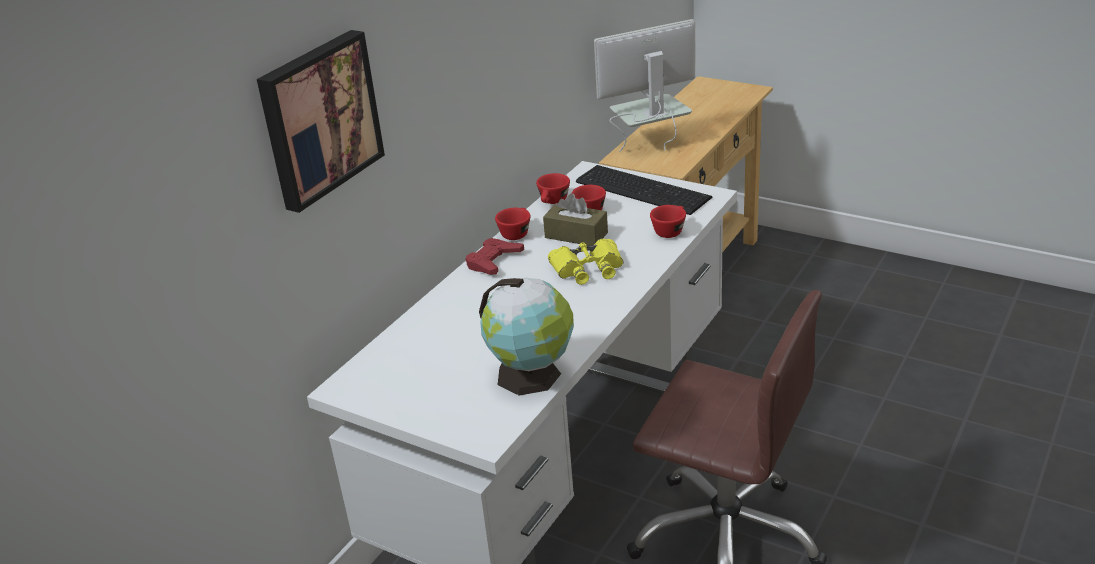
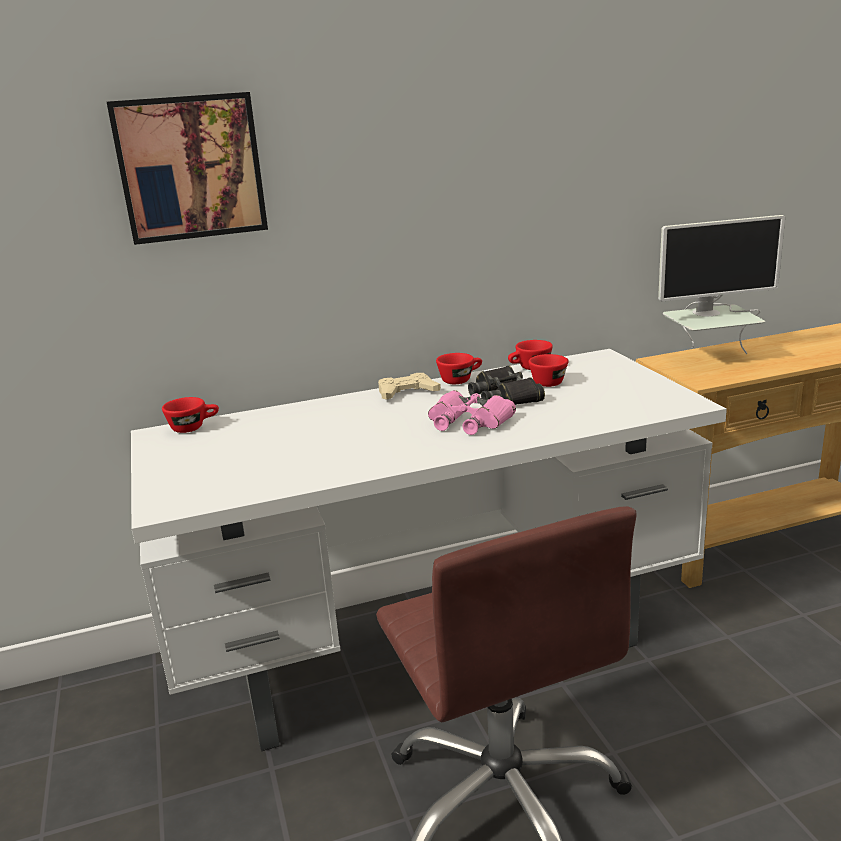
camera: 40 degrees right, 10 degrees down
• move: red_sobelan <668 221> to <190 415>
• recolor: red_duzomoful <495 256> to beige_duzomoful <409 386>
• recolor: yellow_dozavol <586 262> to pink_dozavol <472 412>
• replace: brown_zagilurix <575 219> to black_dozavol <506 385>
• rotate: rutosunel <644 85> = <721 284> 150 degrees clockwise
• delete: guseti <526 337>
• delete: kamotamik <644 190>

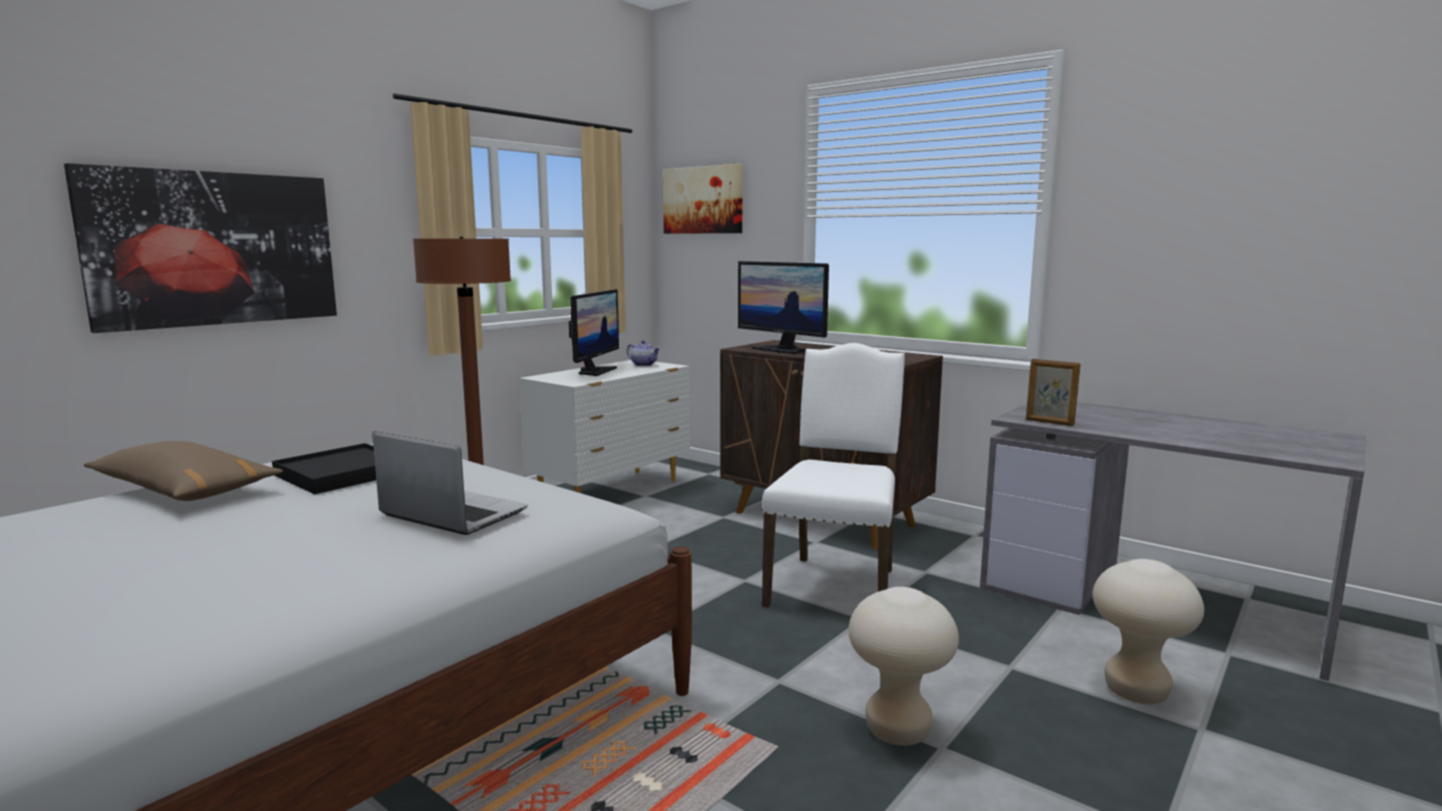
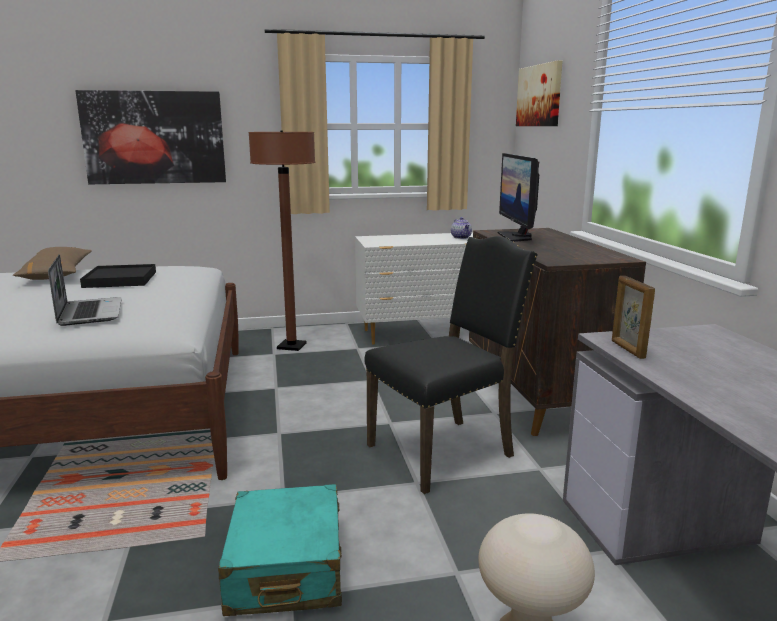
camera: 40 degrees right, 5 degrees up
• replace: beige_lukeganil <903 666> to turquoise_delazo <280 550>
• recolor: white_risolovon <833 475> to black_risolovon <451 365>
• delete: rutosunel <594 332>

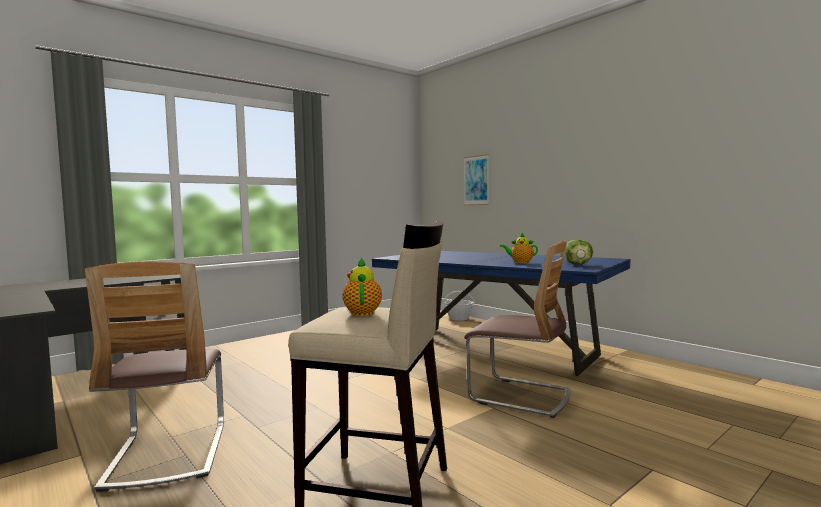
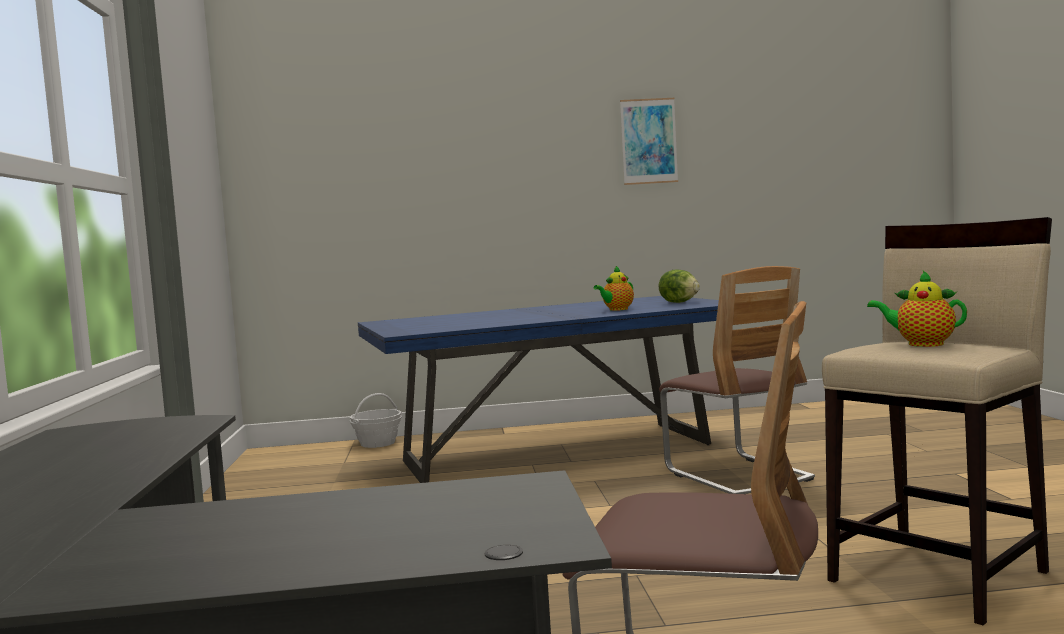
camera: 55 degrees left, 0 degrees up
• move: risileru <476 179> to <649 141>
• rotate: risolovon <517 329> = <737 380> 90 degrees clockwise

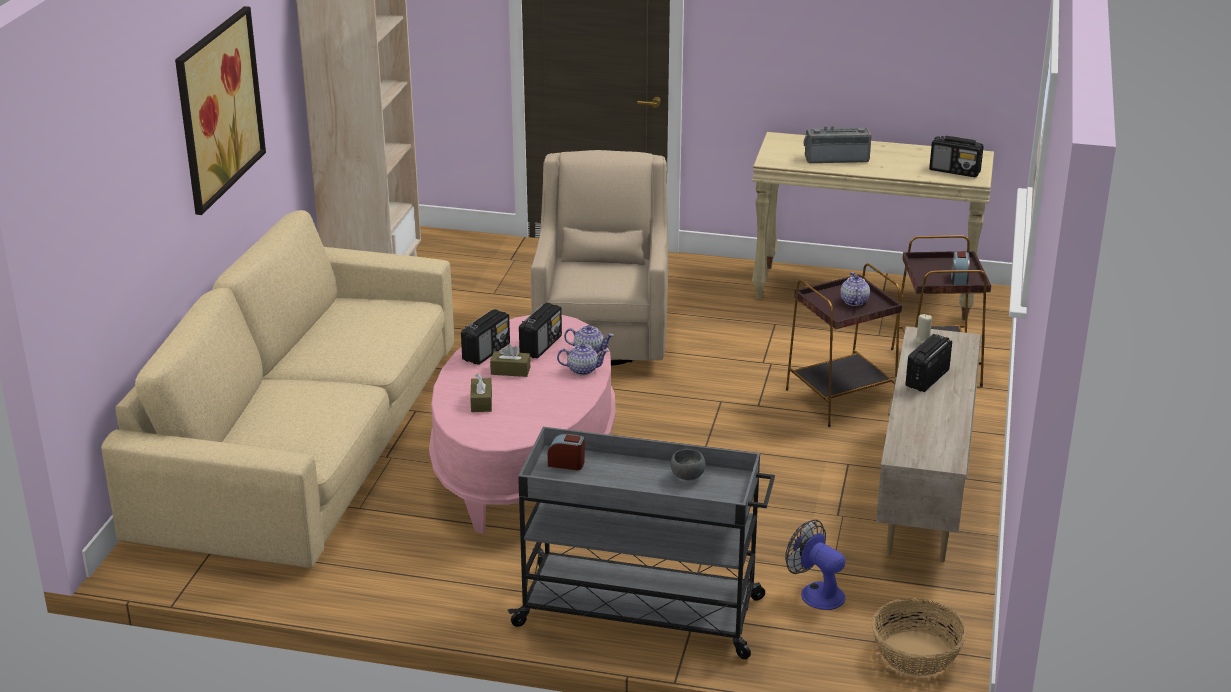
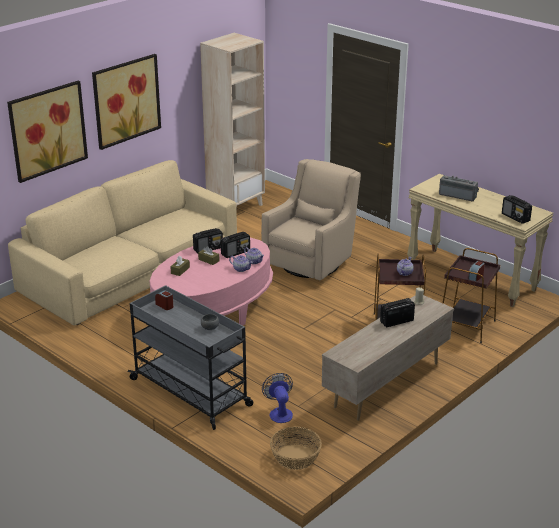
camera: 30 degrees right, 0 degrees up
• insert: risileru <47 132>

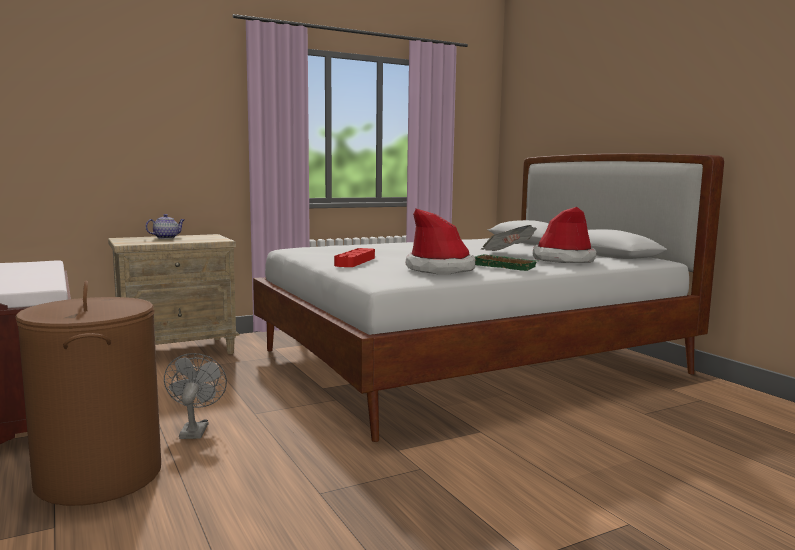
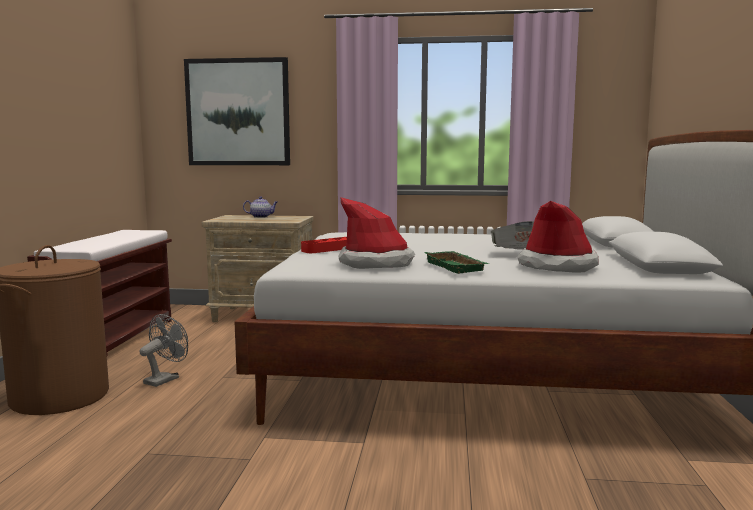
camera: 35 degrees right, 0 degrees up
• insert: risileru <237 111>

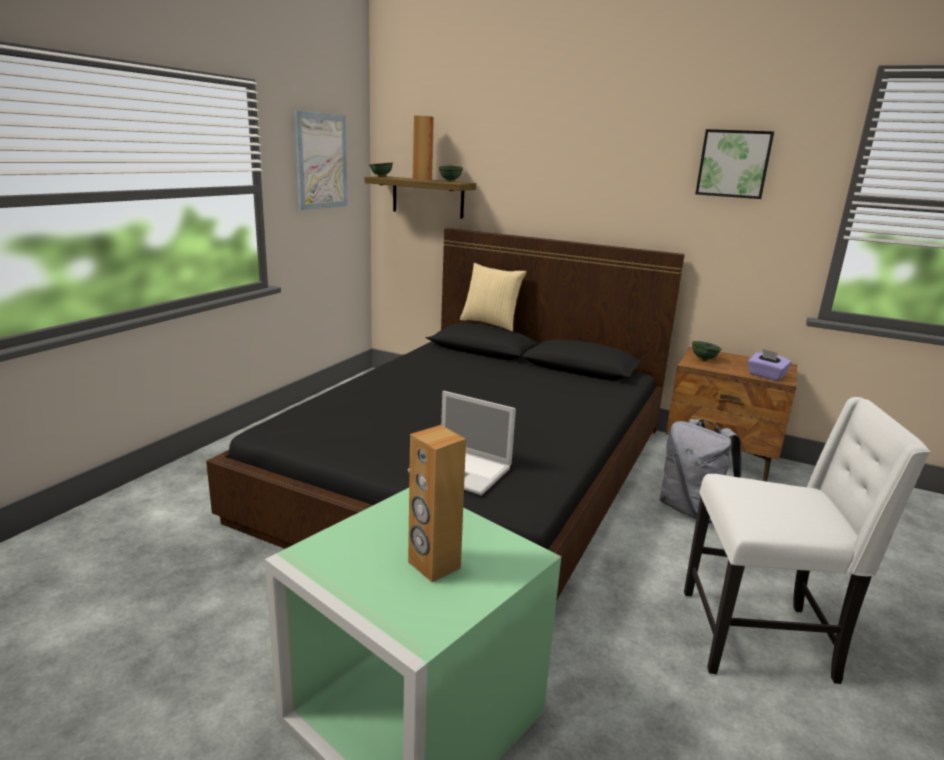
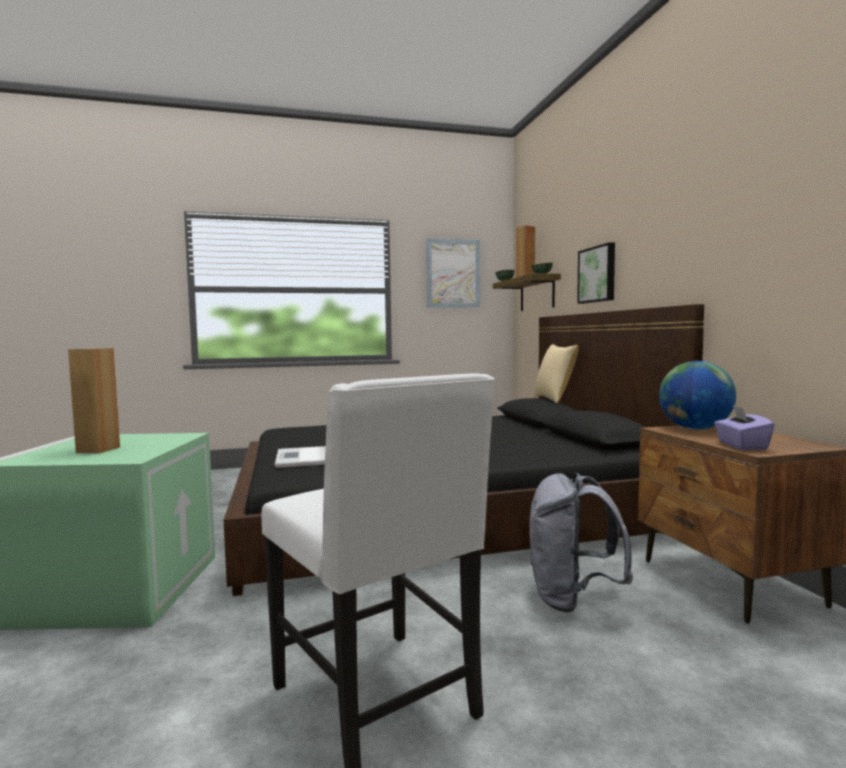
camera: 50 degrees right, 15 degrees down
• move: risileru <735 164> to <596 273>
• replace: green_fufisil <707 351> to guseti <697 395>

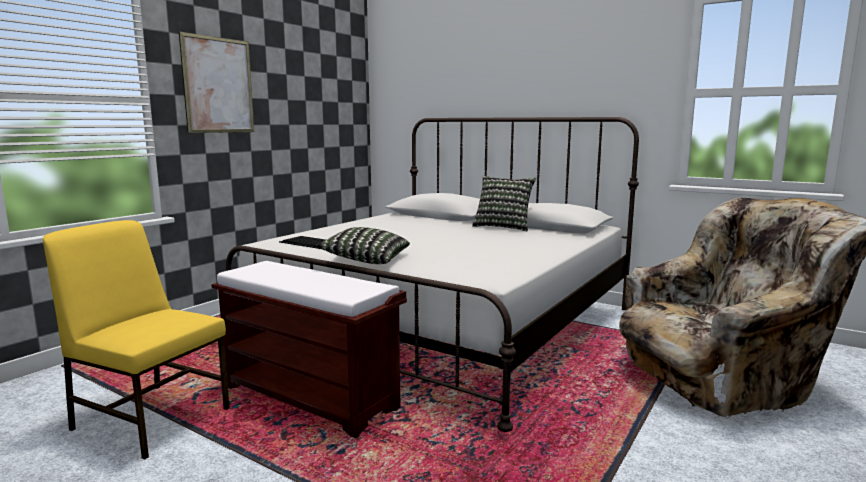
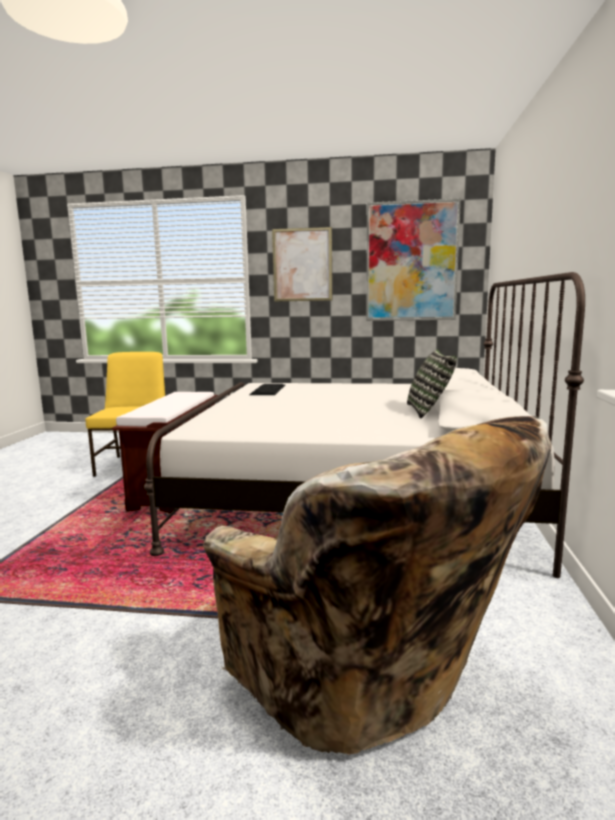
camera: 65 degrees right, 0 degrees up
• insert: risileru <413 259>
• delete: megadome <363 245>

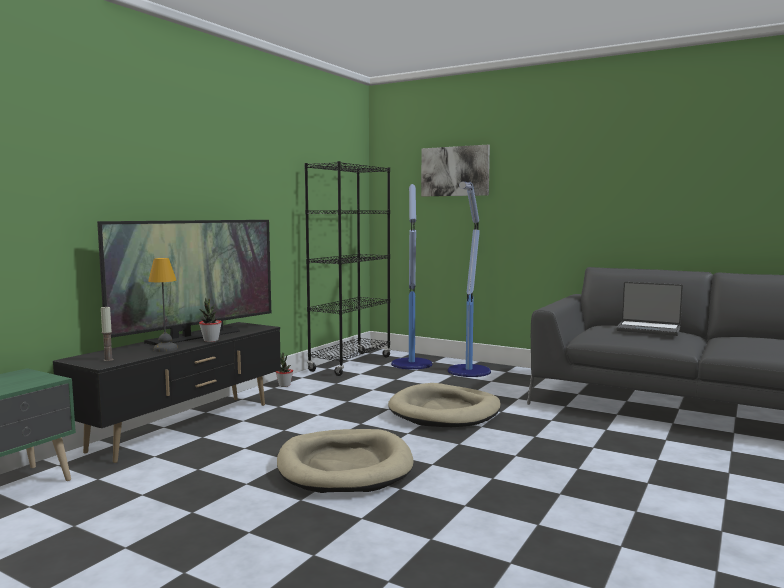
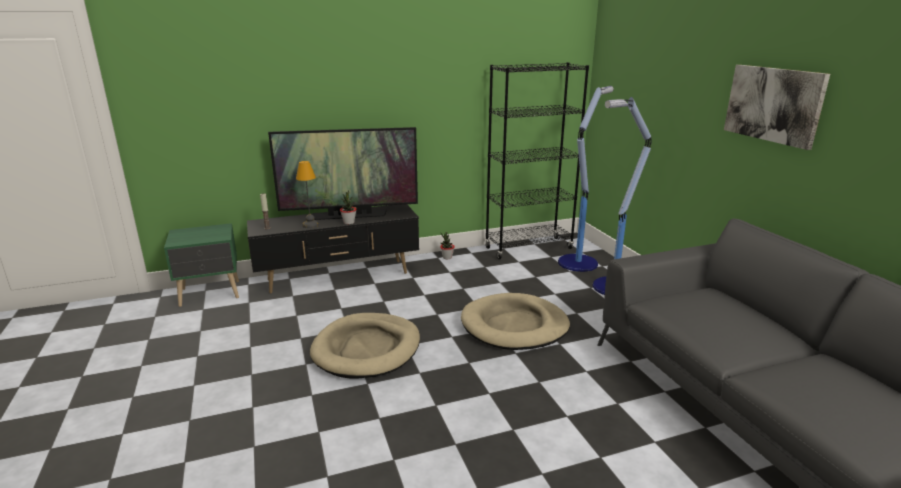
camera: 40 degrees right, 15 degrees up
• move: risileru <455 170> to <777 107>
• delete: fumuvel <649 309>

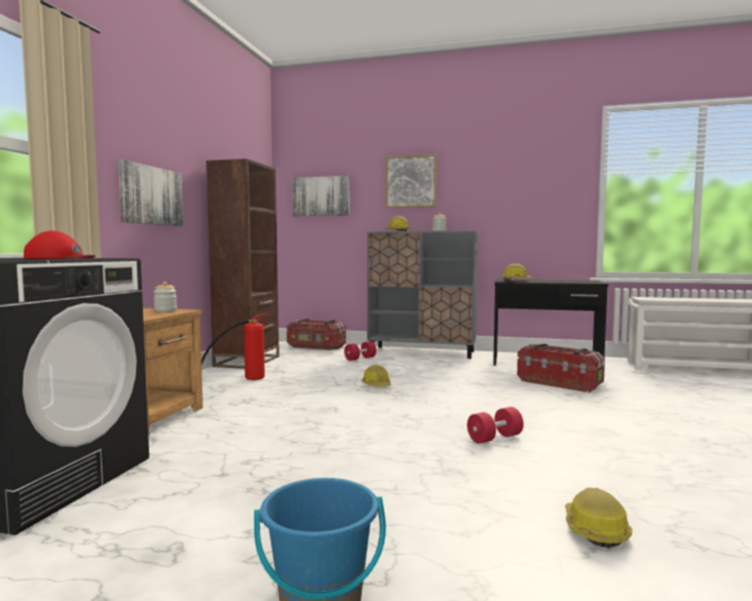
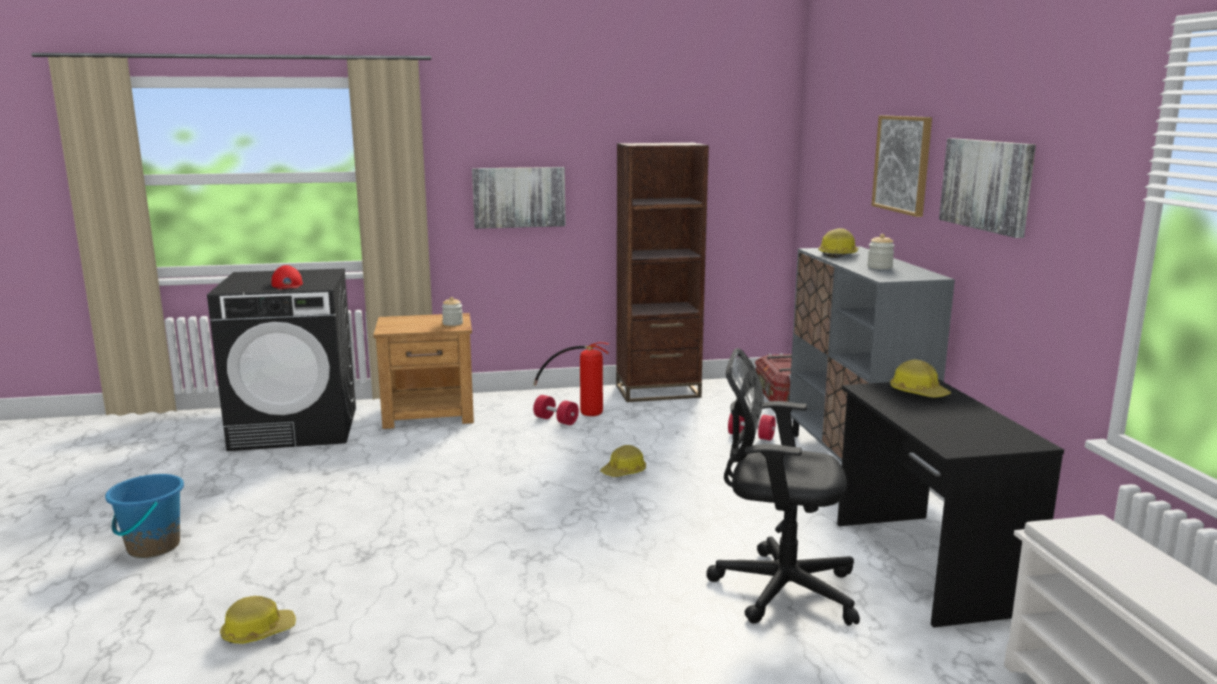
camera: 65 degrees right, 10 degrees up
• move: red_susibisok <495 425> to <556 410>
• replace: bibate <561 368> to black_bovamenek <783 487>
• move: risileru <321 196> to <987 188>

